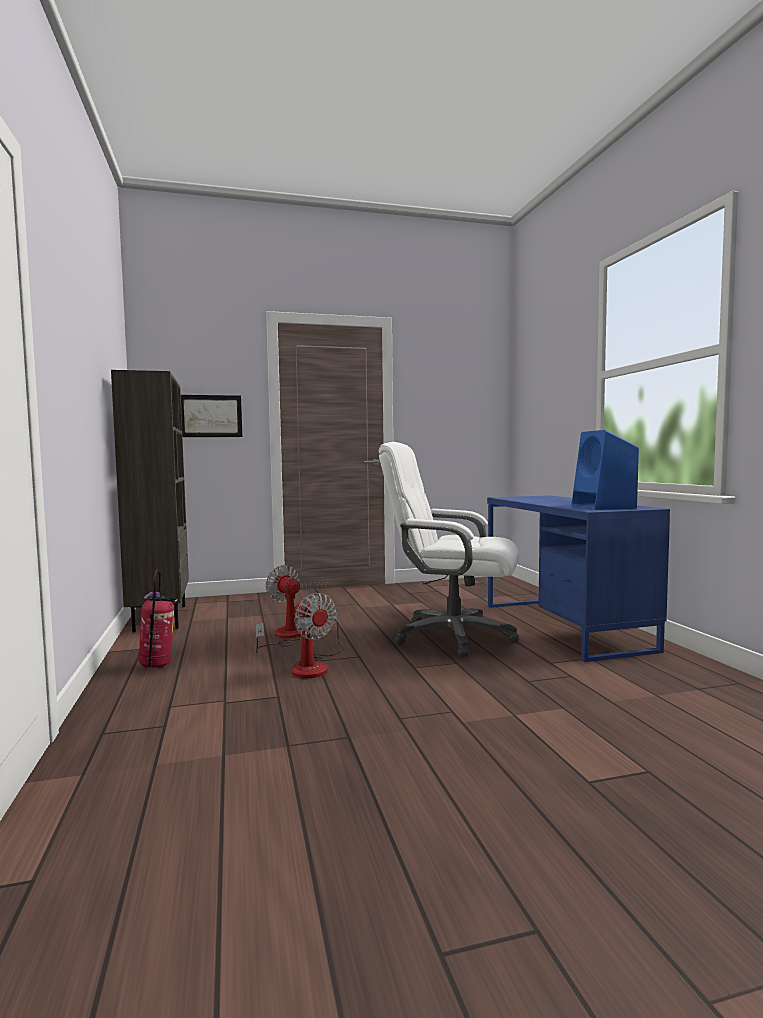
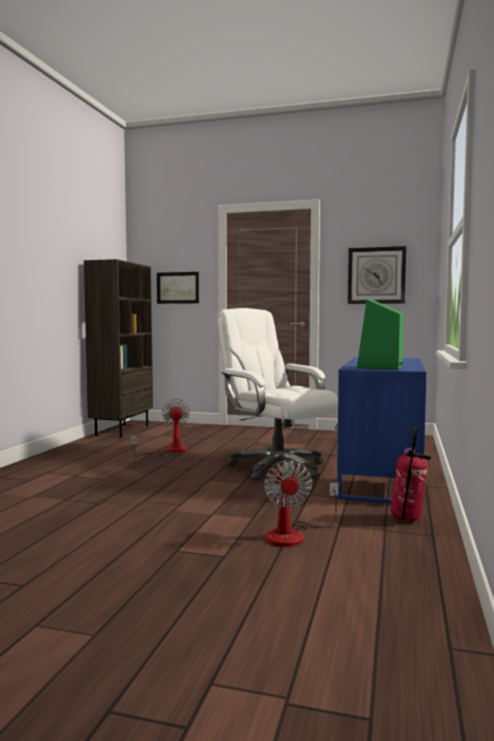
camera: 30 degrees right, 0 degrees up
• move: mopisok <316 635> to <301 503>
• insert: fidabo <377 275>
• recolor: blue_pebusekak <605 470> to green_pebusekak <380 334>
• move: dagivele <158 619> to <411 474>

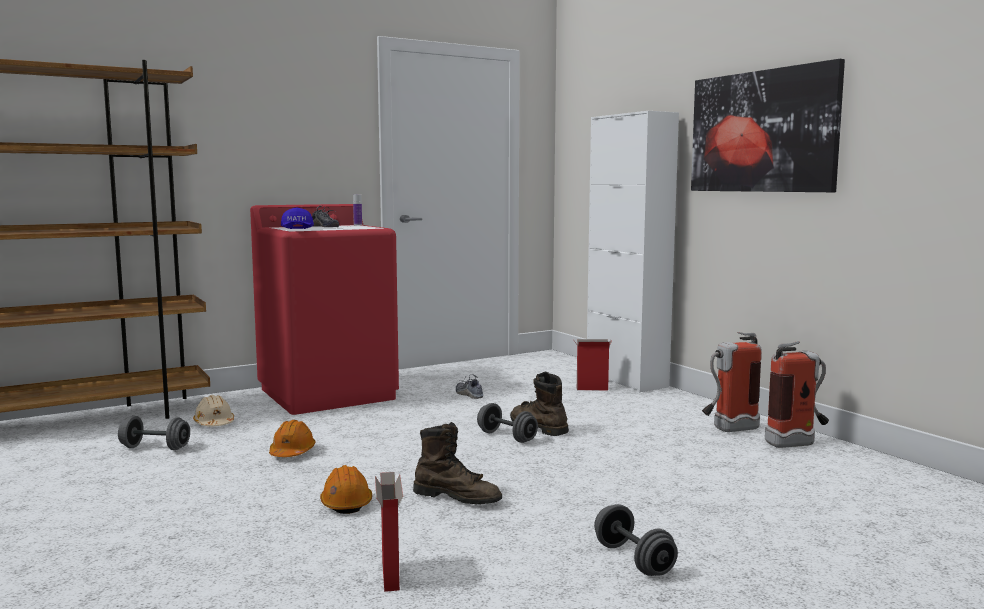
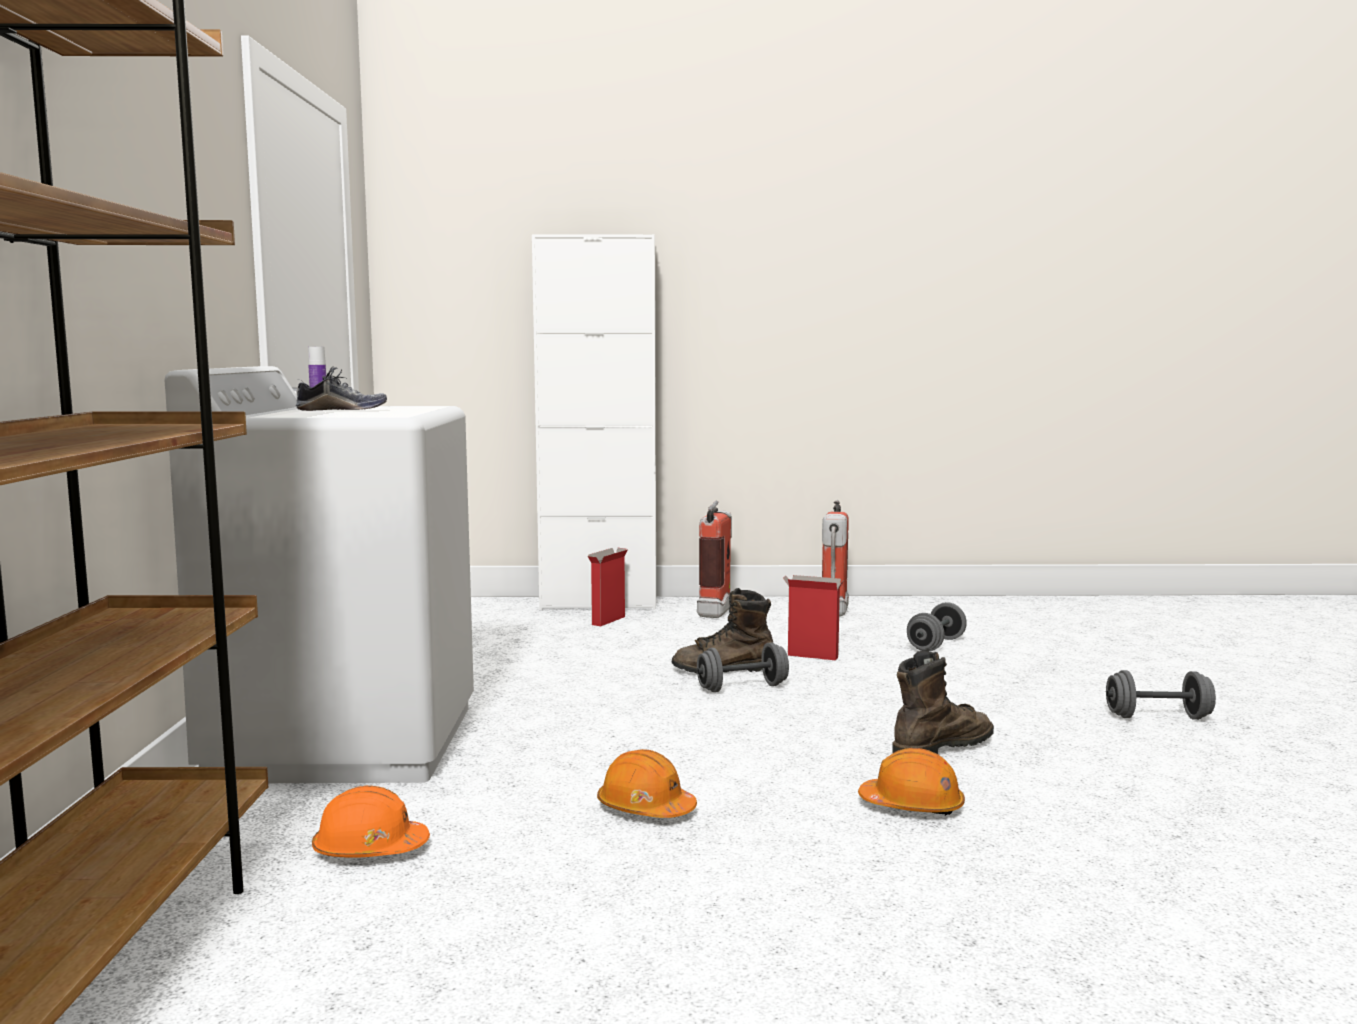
camera: 60 degrees left, 0 degrees up
• recolor: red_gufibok <324 309> to white_gufibok <319 574>
• recolor: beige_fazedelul <213 410> to orange_fazedelul <371 822>
• move: dagivele <797 394> to <714 559>
• move: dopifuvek <389 532> to <813 617>
• move: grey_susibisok <154 433> to <937 627>
• delete: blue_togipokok <297 218>
• delete: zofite <469 386>
• delete: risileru <768 125>

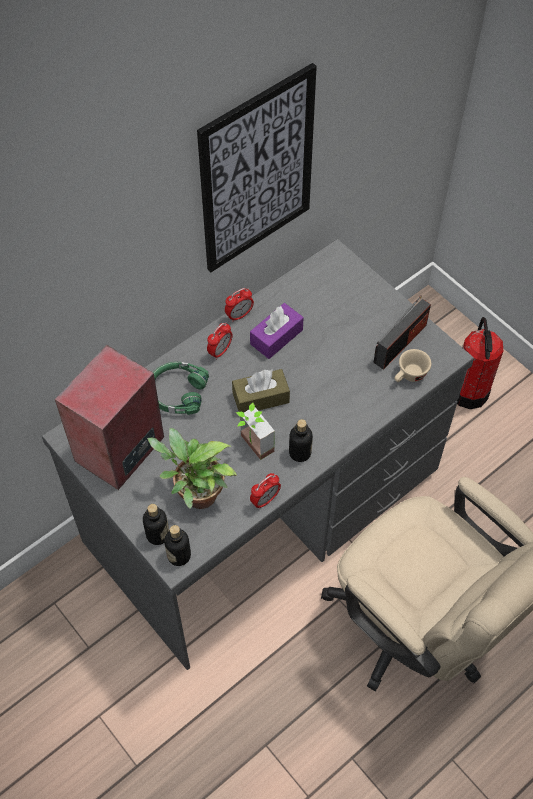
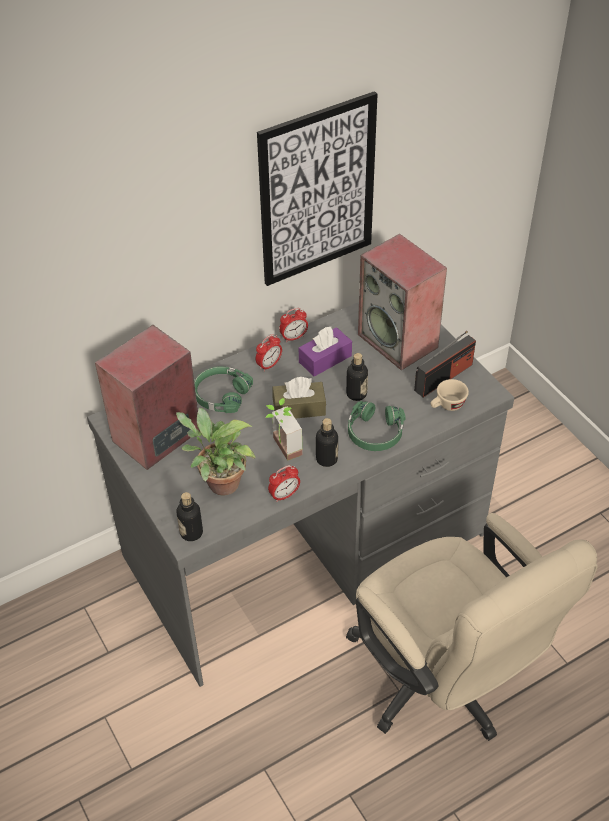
camera: 10 degrees right, 10 degrees down
• move: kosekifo <156 524> to <357 377>
• insert: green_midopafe <377 426>
• insert: pebusekak <402 302>
• delete: dagivele <480 363>

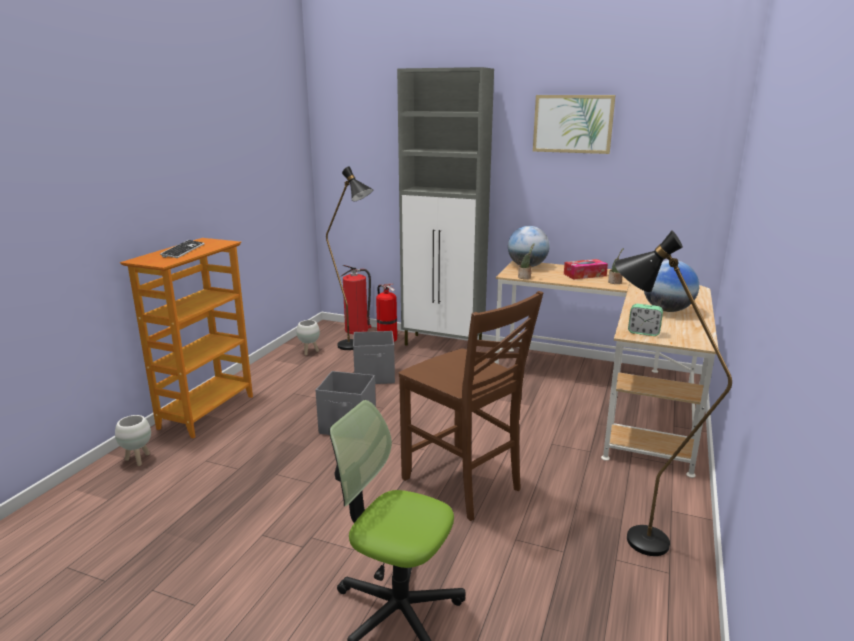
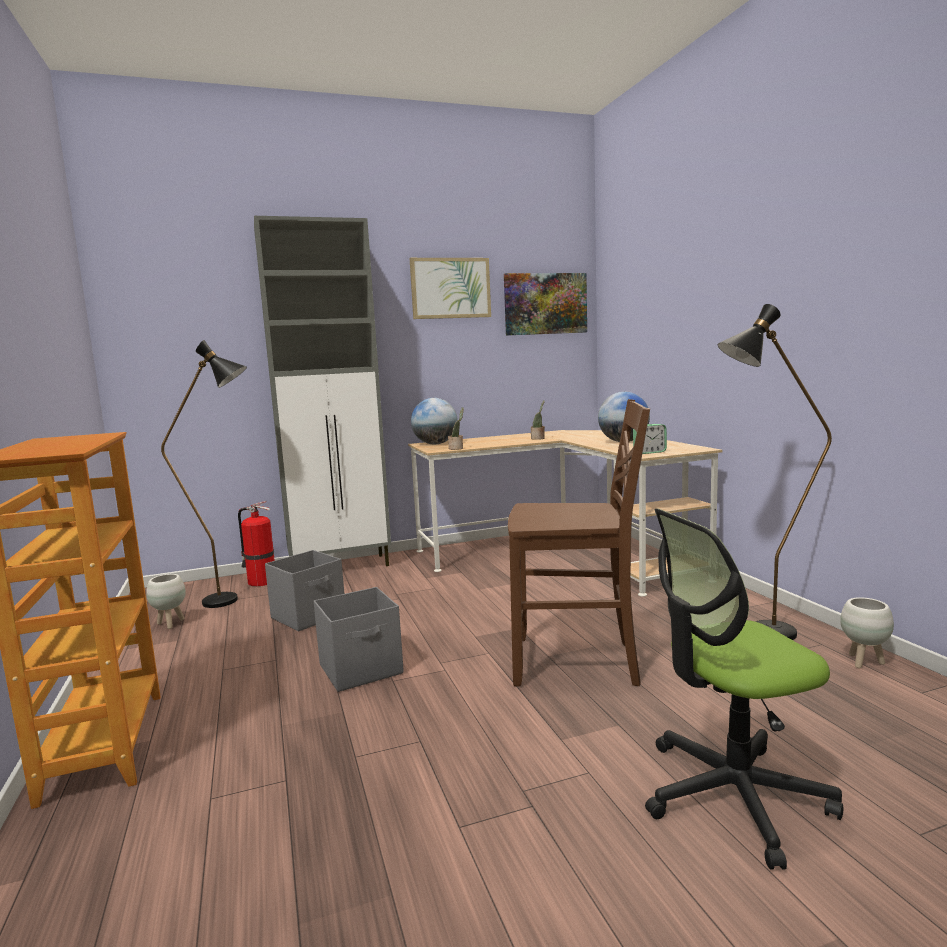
camera: 40 degrees left, 10 degrees down
• insert: risileru <545 304>
• move: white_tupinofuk <133 440> to <867 632>
• delete: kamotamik <182 249>
• delete: dagivele <355 299>
• delete: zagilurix <586 269>

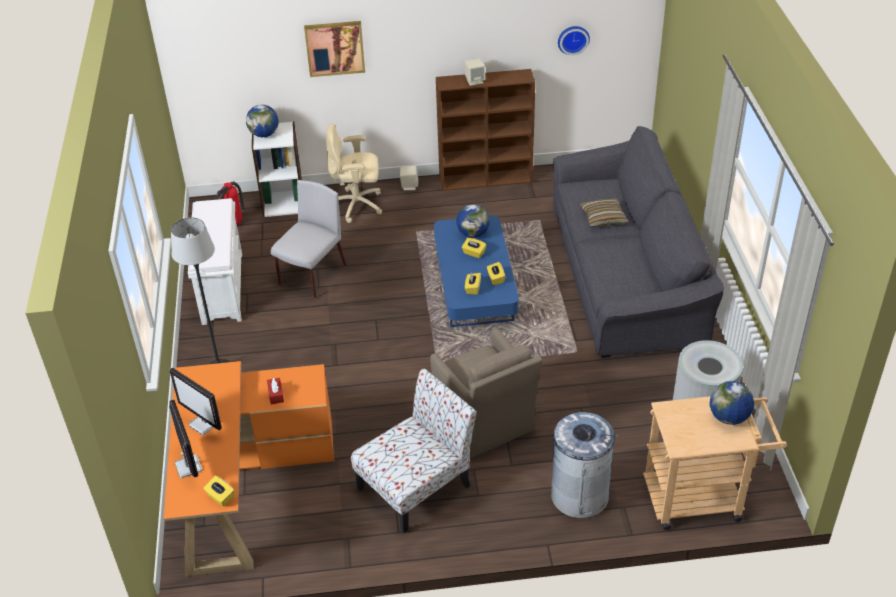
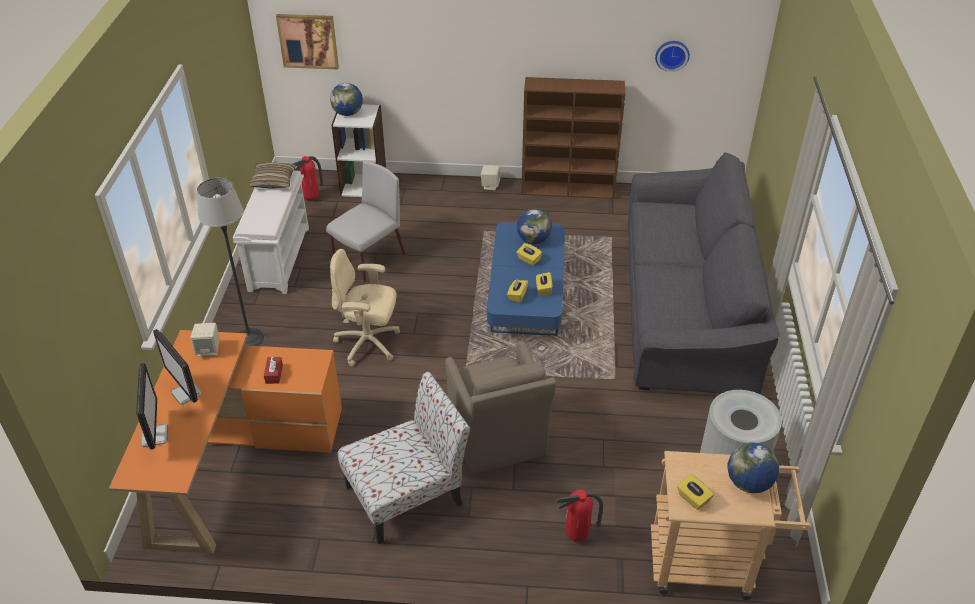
camera: 10 degrees right, 0 degrees up
• move: beige_pebusekak <474 72> to <205 340>
• move: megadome <604 212> to <272 175>
• move: risileru <334 49> to <307 41>
• move: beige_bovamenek <354 173> to <365 307>
• replace: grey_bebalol <584 465> to dagivele <579 515>
• move: yellow_zagilurix <218 491> to <695 492>

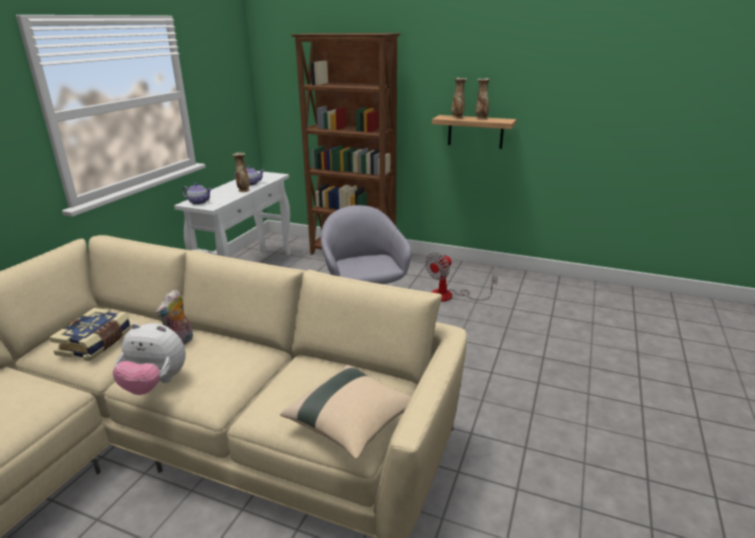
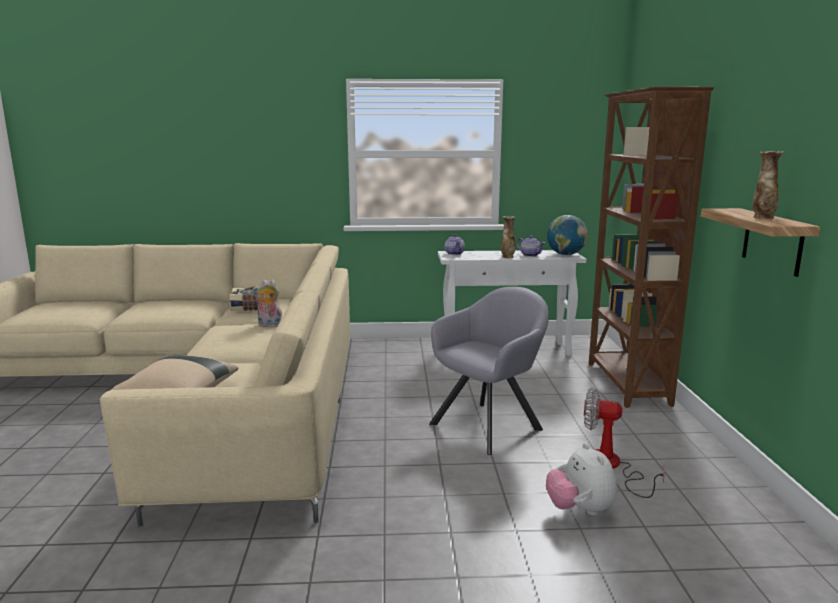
camera: 65 degrees right, 10 degrees down
• move: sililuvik <149 359> to <581 479>
• insert: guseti <567 235>
• delete: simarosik <459 98>

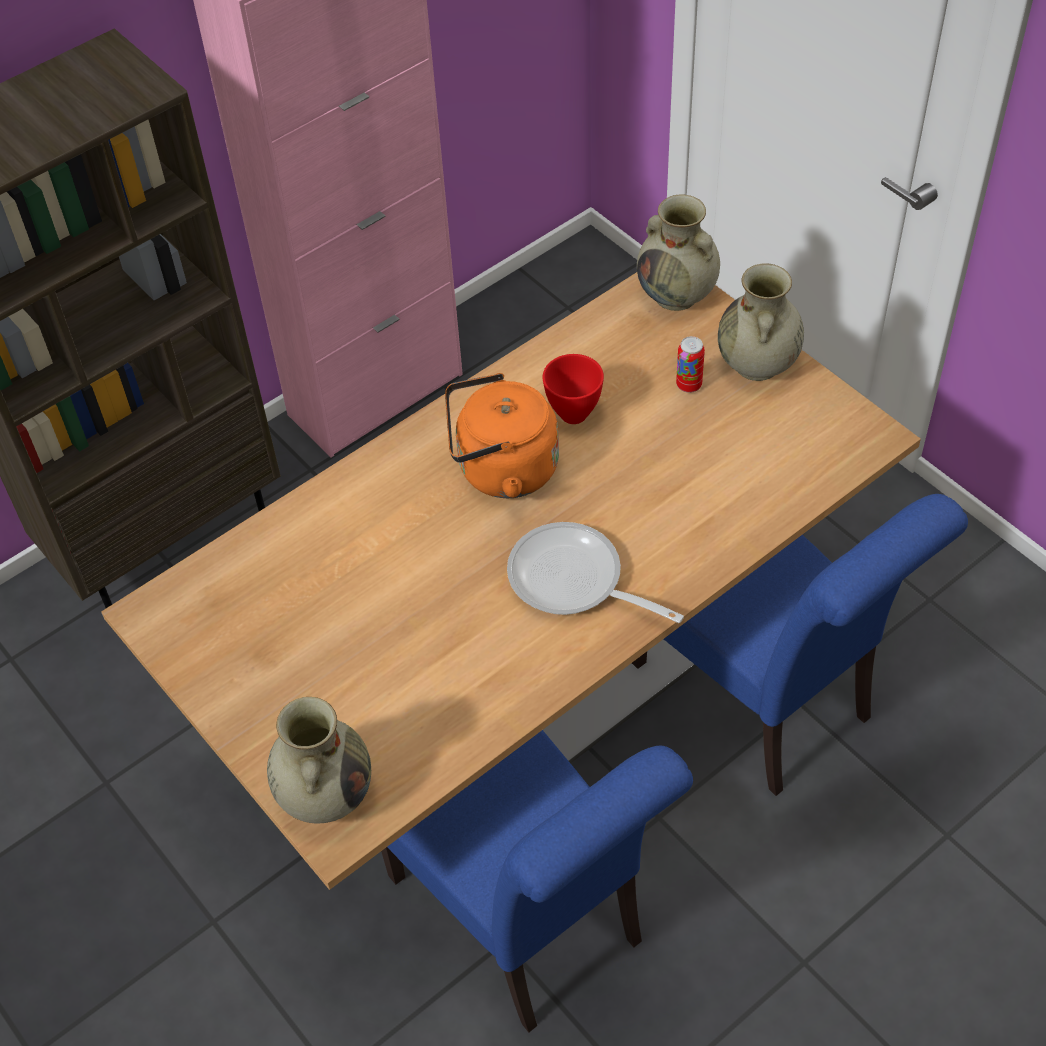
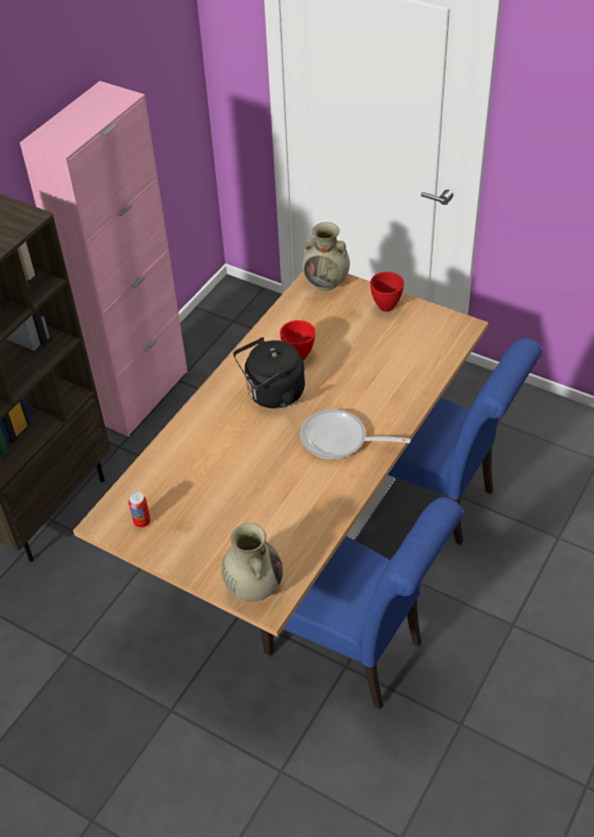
camera: 20 degrees left, 5 degrees down
• move: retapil <690 364> to <139 510>
• recolor: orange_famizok <502 435> to black_famizok <269 373>
• replace: beige_simarosik <761 322> to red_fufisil <387 292>

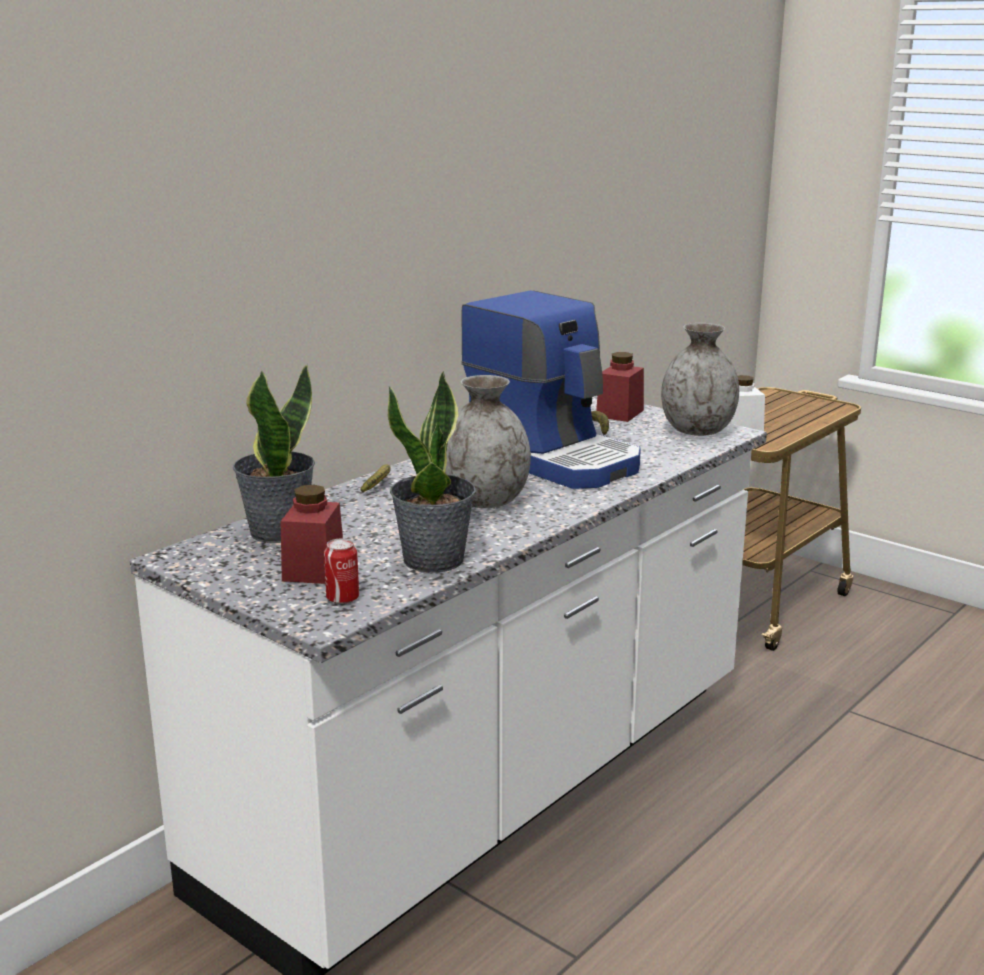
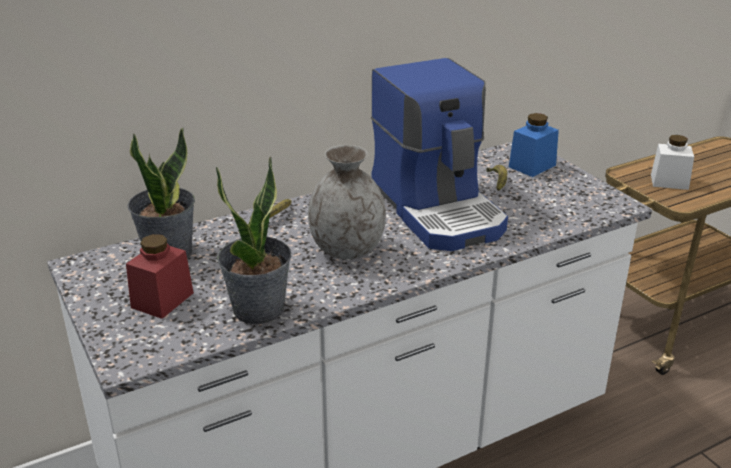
camera: 20 degrees right, 10 degrees up
• recolor: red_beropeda <620 387> to blue_beropeda <534 145>
• delete: retapil <341 571>
• delete: grey_simarosik <700 379>

